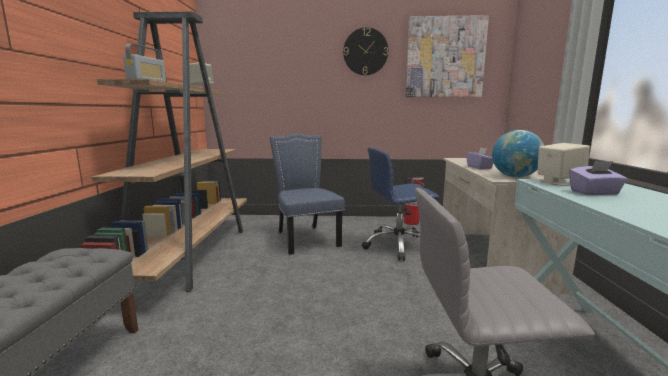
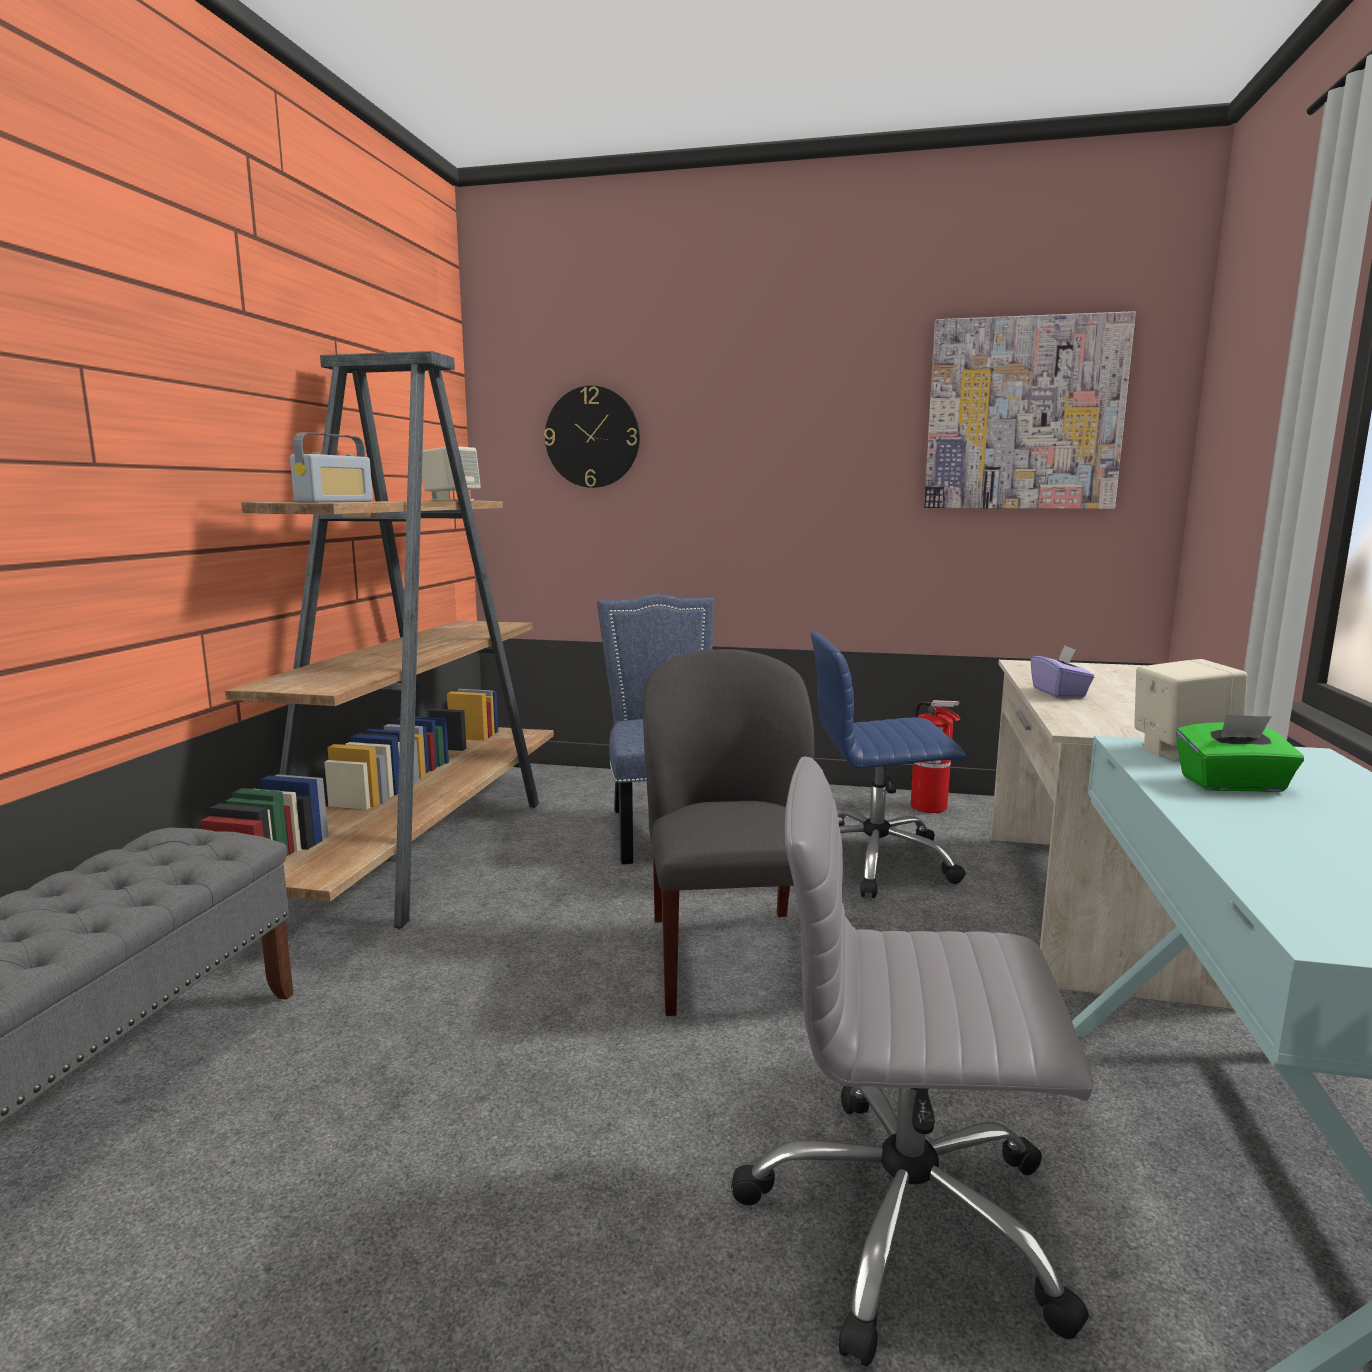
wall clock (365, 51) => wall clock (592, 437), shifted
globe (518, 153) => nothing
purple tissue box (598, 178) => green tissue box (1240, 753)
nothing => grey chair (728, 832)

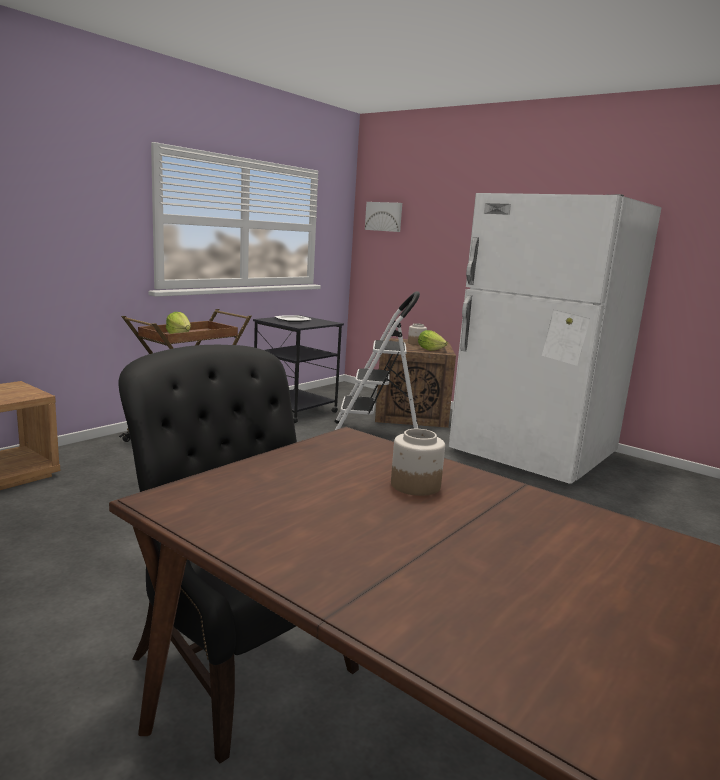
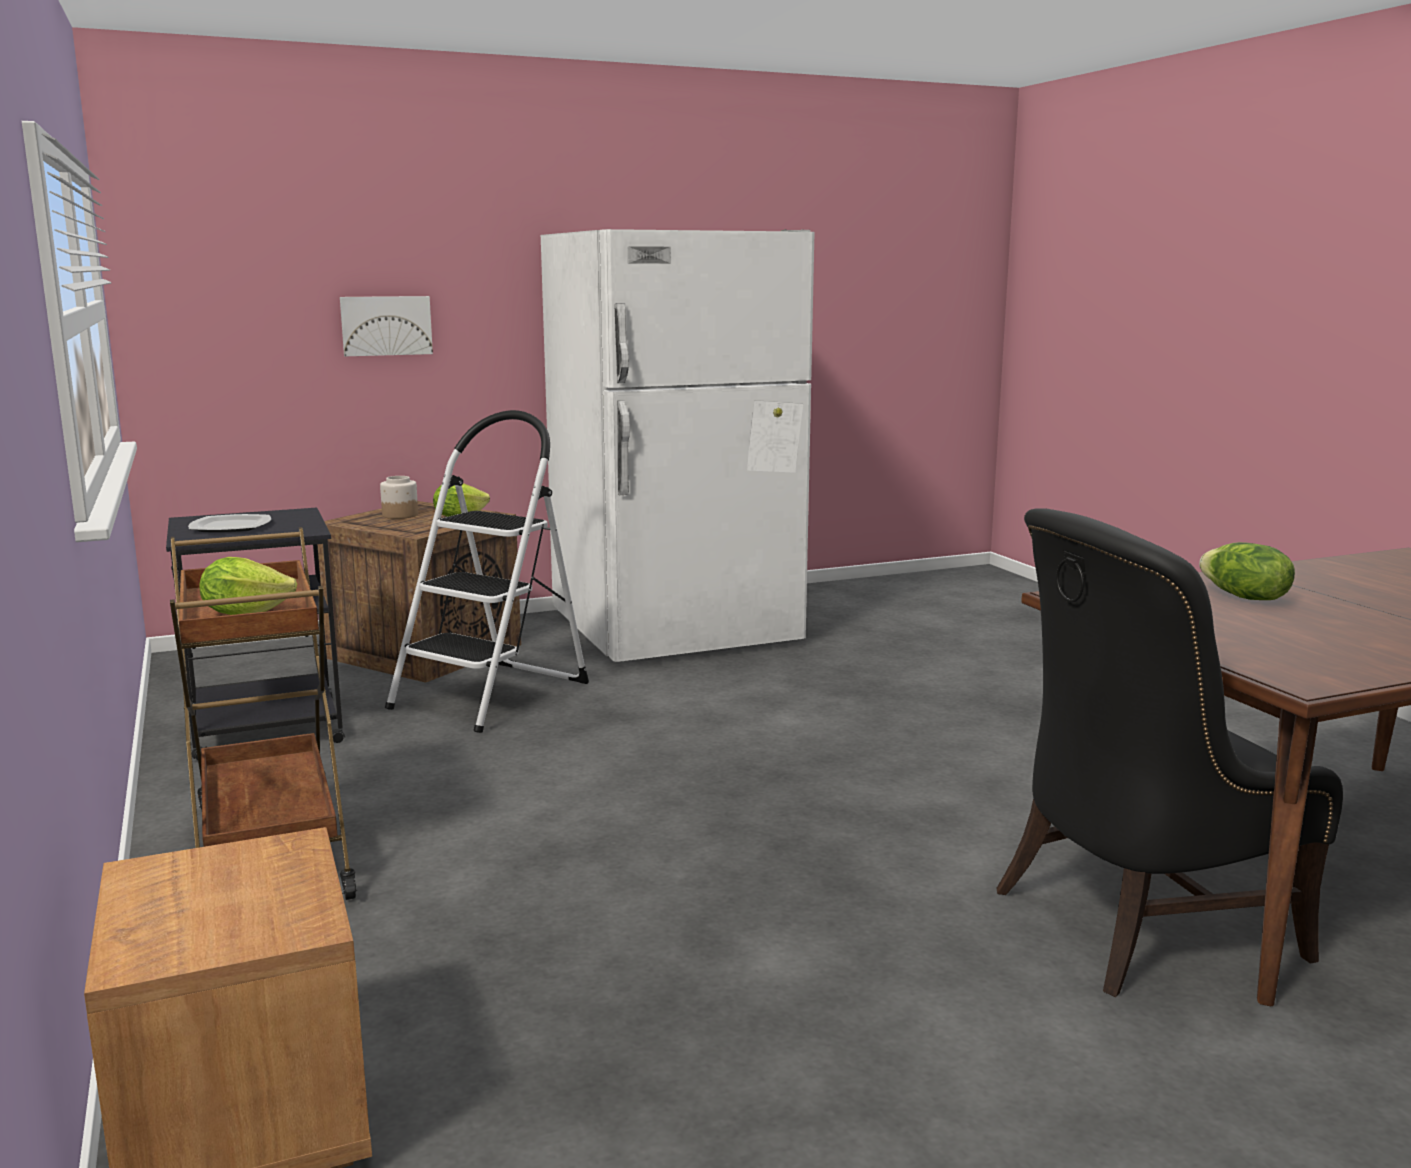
picture (383, 217) => picture (386, 326), shifted
jar (418, 462) => lettuce (1247, 571)

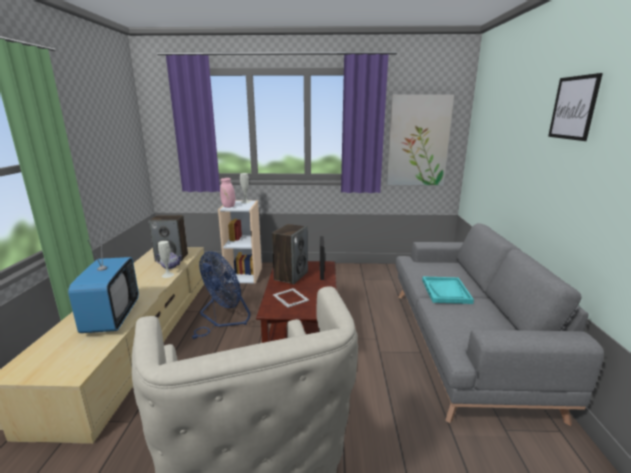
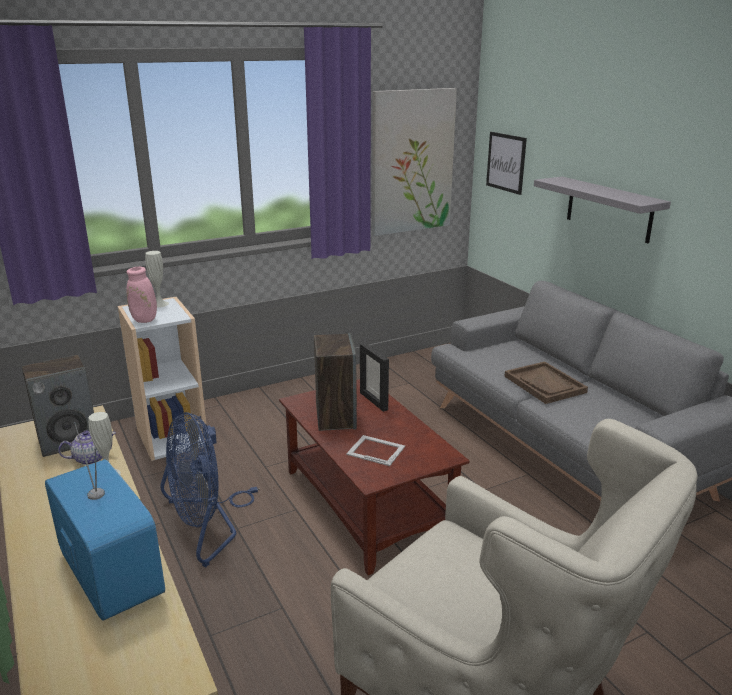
picture (575, 107) => picture (506, 163), shifted
blue fan (220, 295) => blue fan (210, 490), 135 degrees counterclockwise
turquoise tray (448, 290) => brown tray (546, 382)
nothing => grey shelf (602, 210)

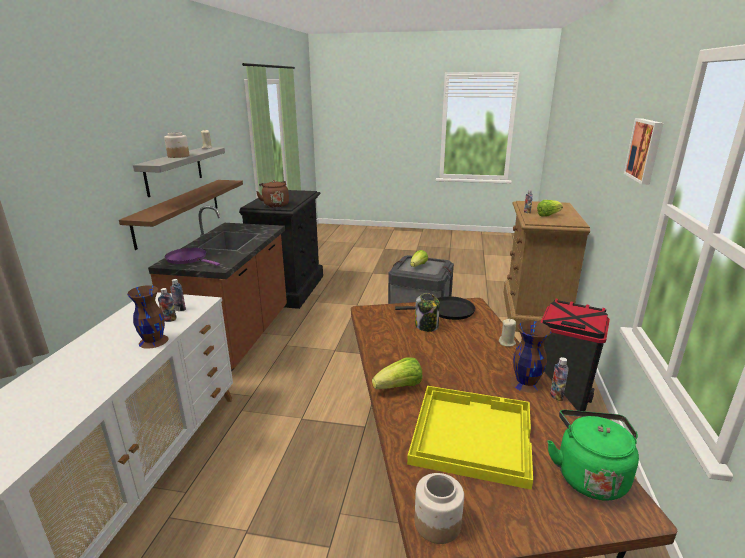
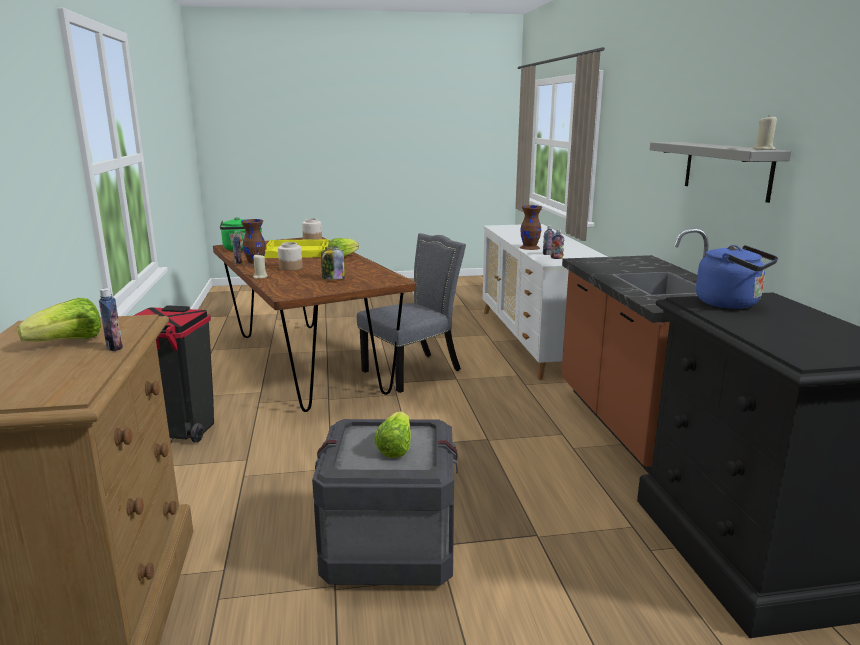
picture (644, 151) => nothing
jar (176, 145) => jar (290, 256), shifted
brown shelf (181, 215) => nothing
brown kettle (272, 194) => blue kettle (737, 277)
purple frying pan (192, 257) => nothing
black frying pan (435, 308) => nothing
nothing => grey chair (411, 313)

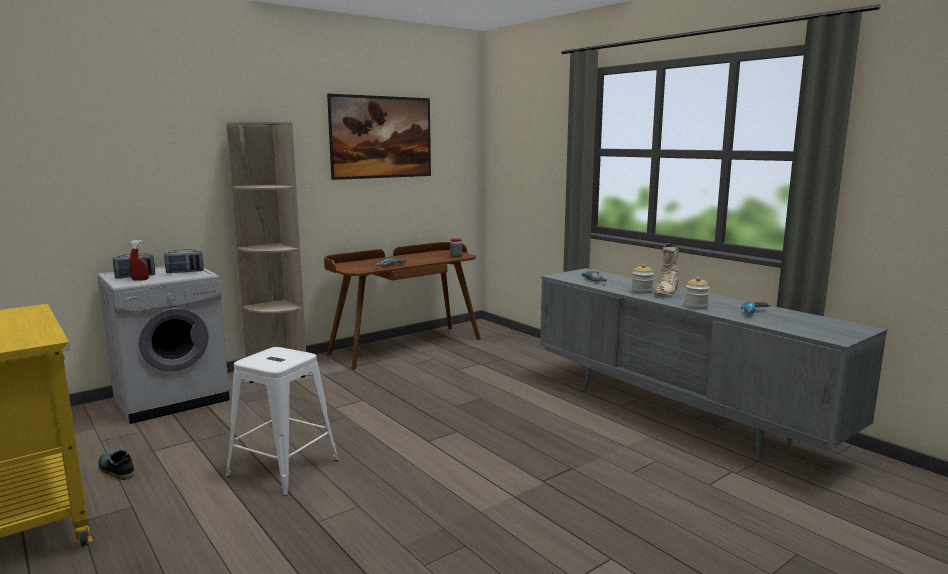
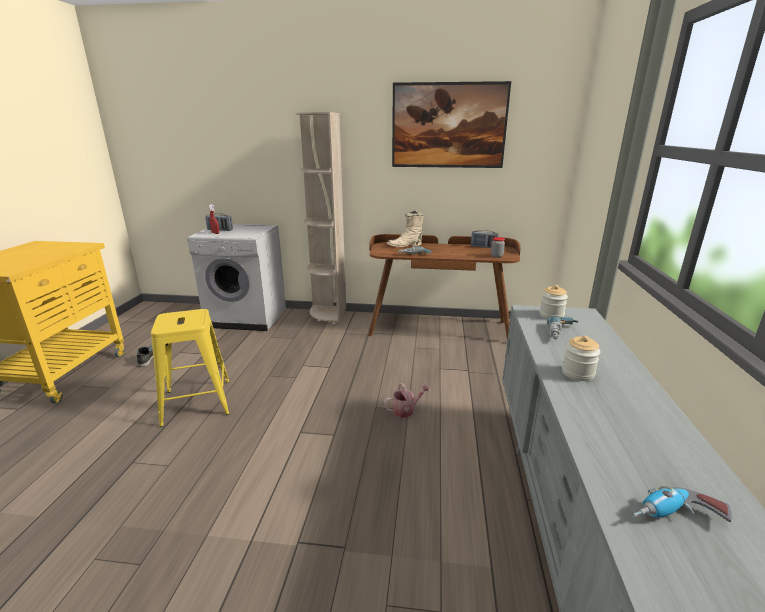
beige boot (666, 269) => beige boot (405, 228), shifted
radio (184, 261) => radio (485, 239), shifted
jar (697, 293) => jar (553, 302), shifted
white stool (282, 421) => yellow stool (190, 368)
nothing => watering can (407, 400)

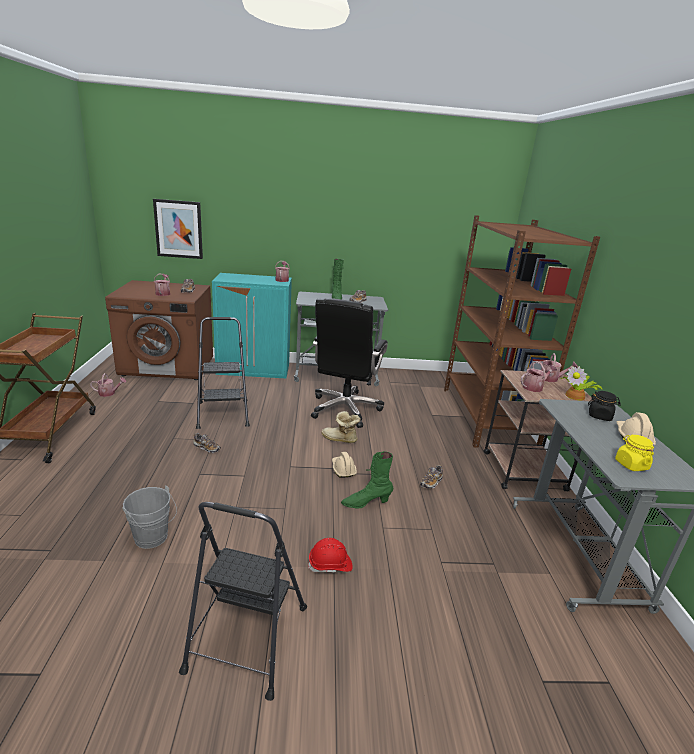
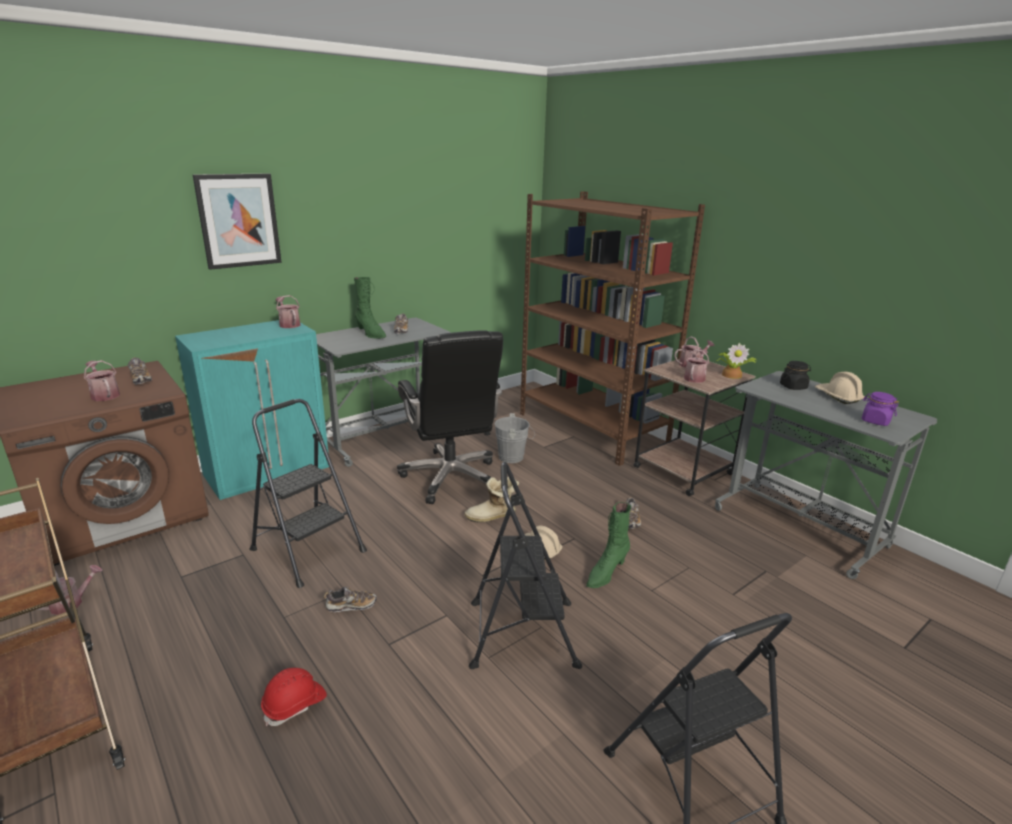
picture (178, 229) => picture (237, 222), shifted
yellow jar (634, 453) => purple jar (880, 409)
grey bucket (149, 517) => grey bucket (515, 438), shifted
red hard hat (330, 555) => red hard hat (294, 697), shifted
nothing => black step ladder (525, 565)

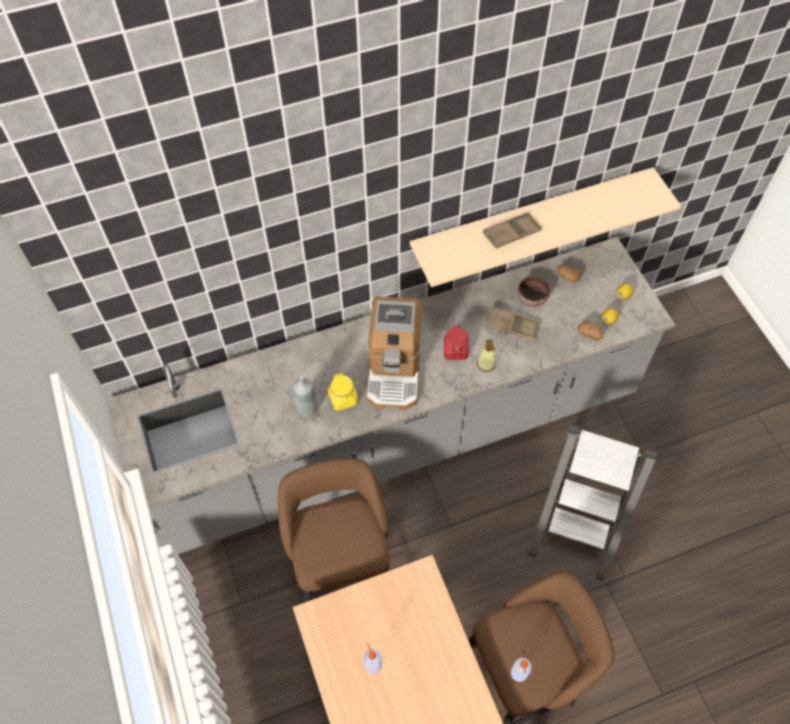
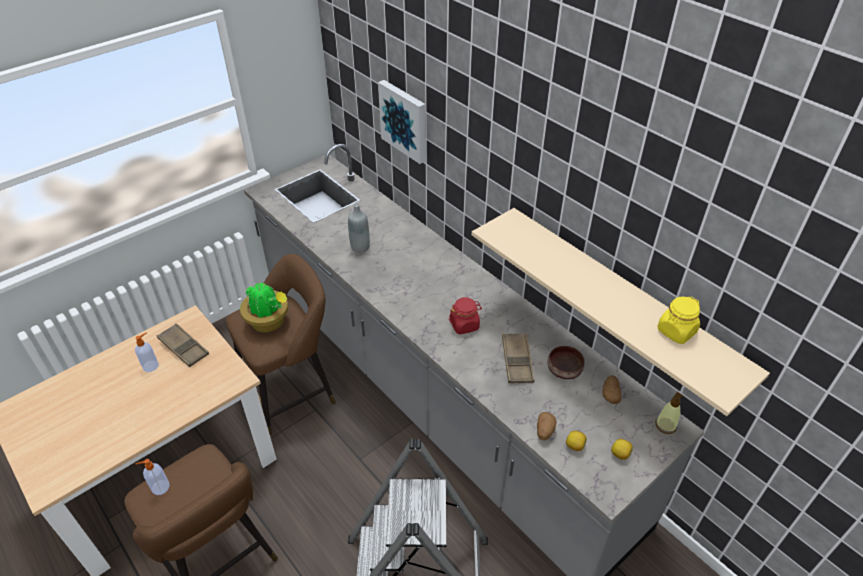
brown tray (512, 230) => brown tray (183, 345), shifted
coffee machine (395, 353) => nothing
soap dispenser (486, 355) => soap dispenser (669, 413), shifted
yellow jar (343, 392) => yellow jar (679, 320), shifted
nothing => picture (402, 122)
nothing => potted plant (264, 307)

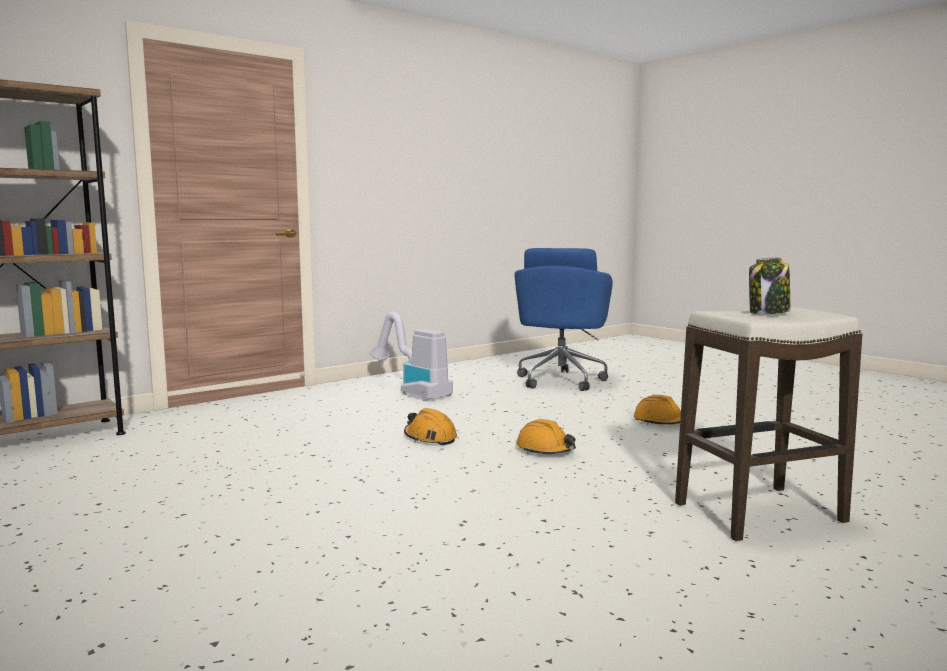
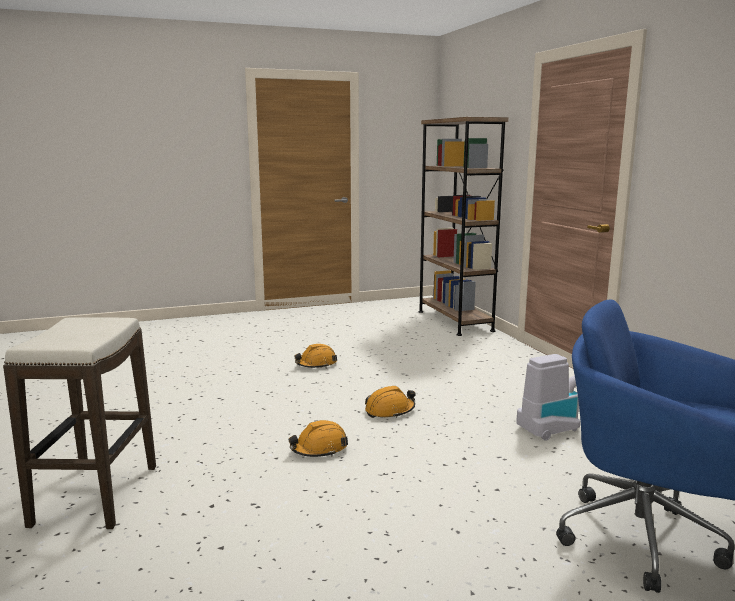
jar (769, 286) => nothing
orange hard hat (657, 410) => orange hard hat (315, 356), shifted

